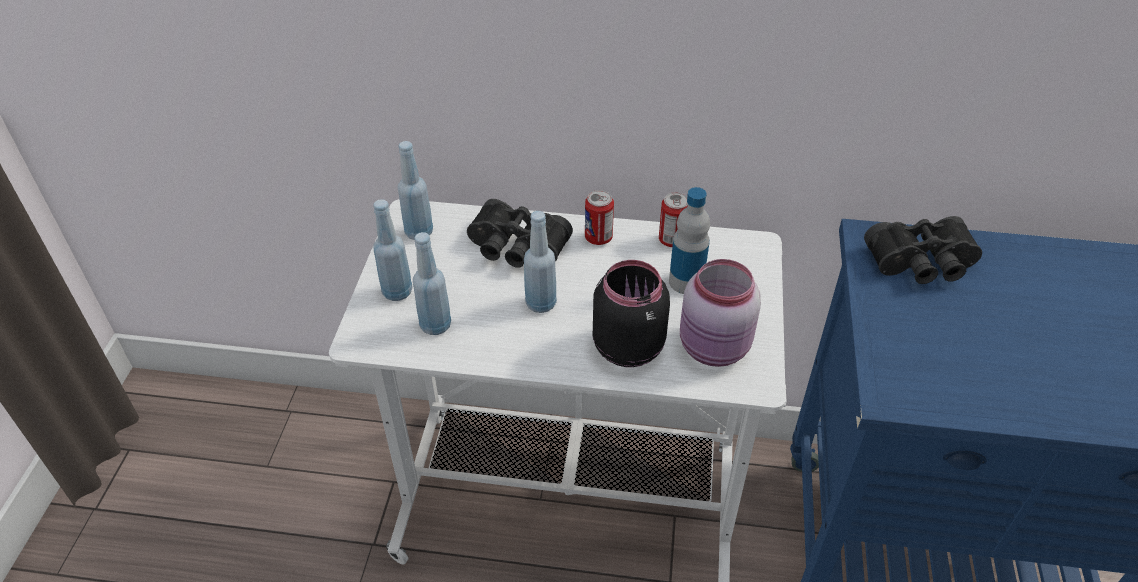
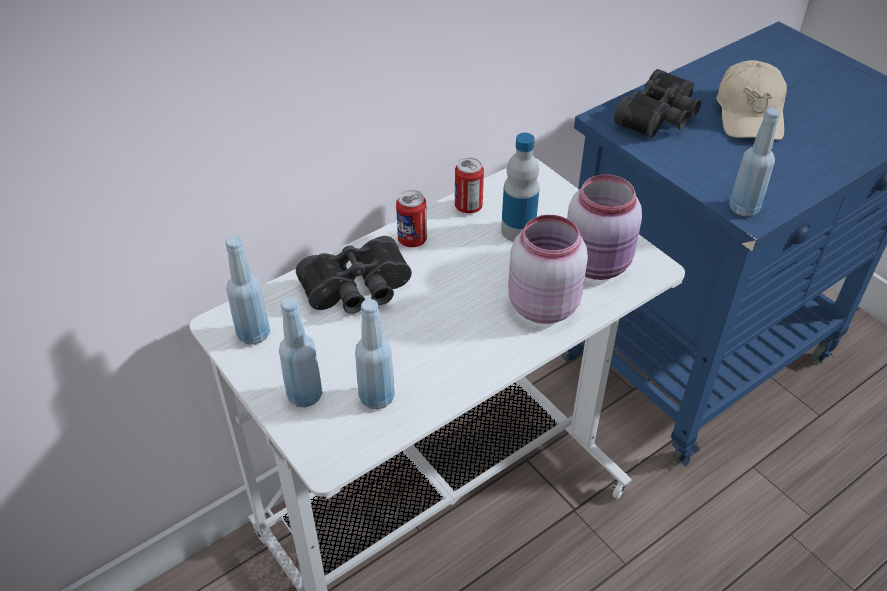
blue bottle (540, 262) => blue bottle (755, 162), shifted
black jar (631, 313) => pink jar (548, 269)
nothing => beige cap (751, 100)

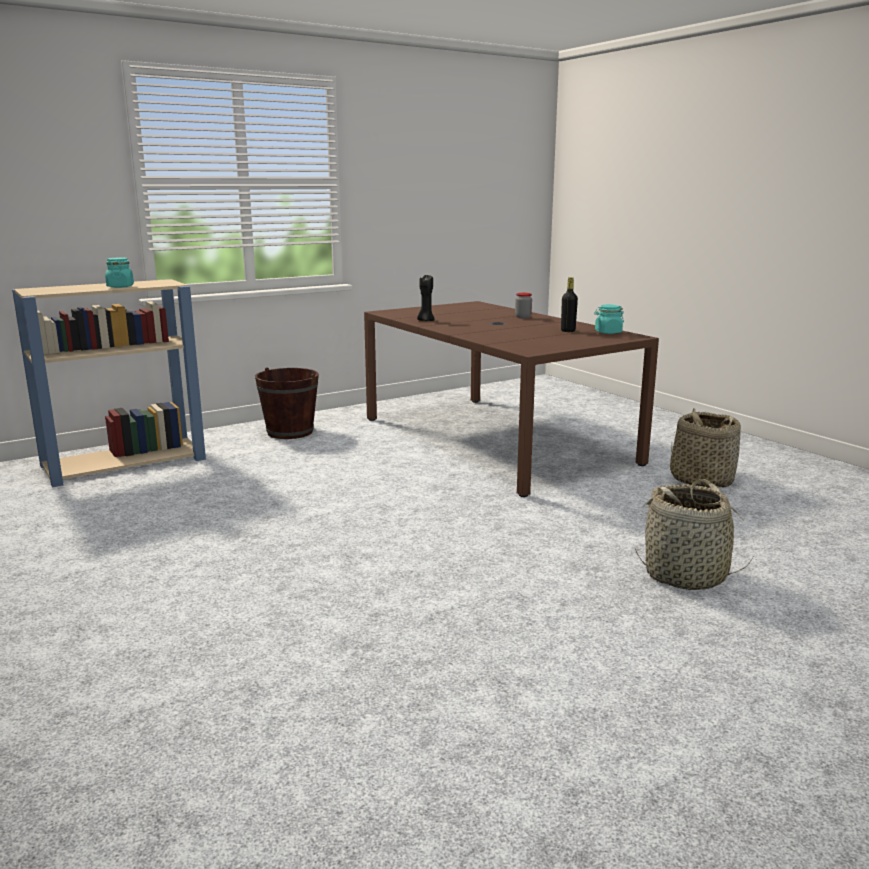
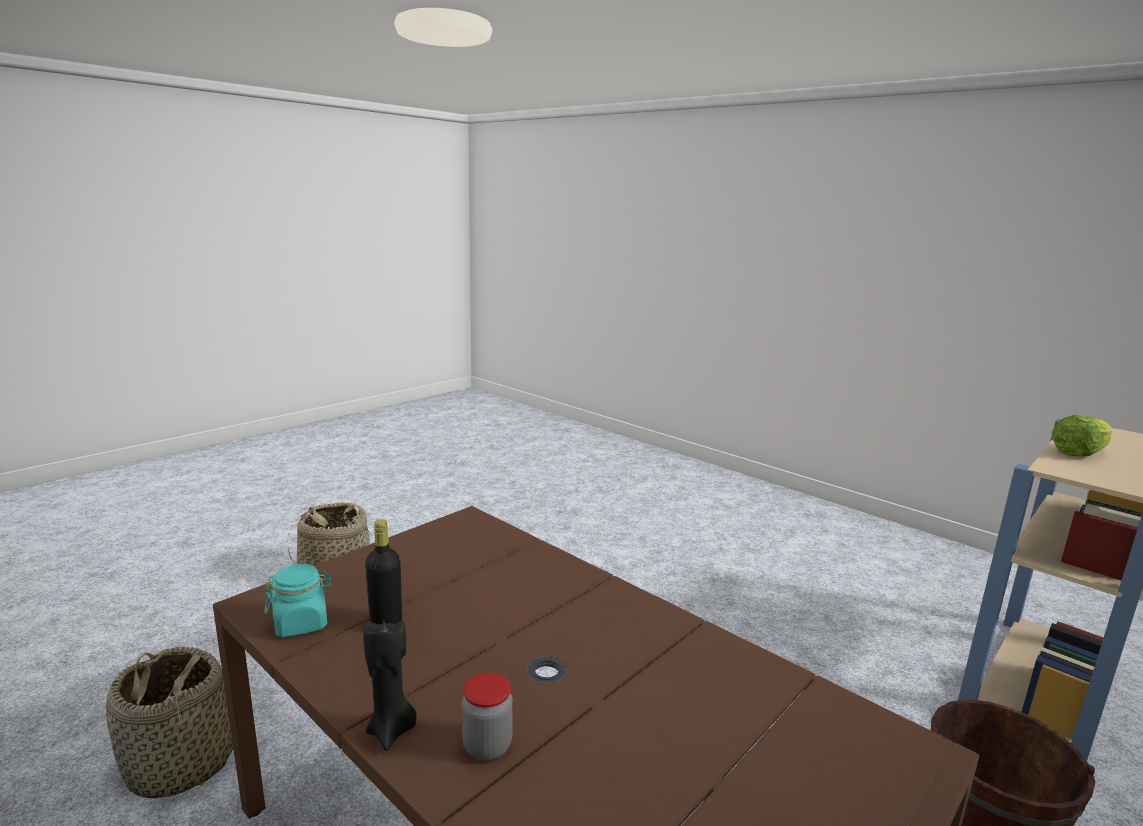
turquoise jar (119, 273) => lettuce (1082, 436)
black candle (426, 298) => black candle (390, 686), shifted

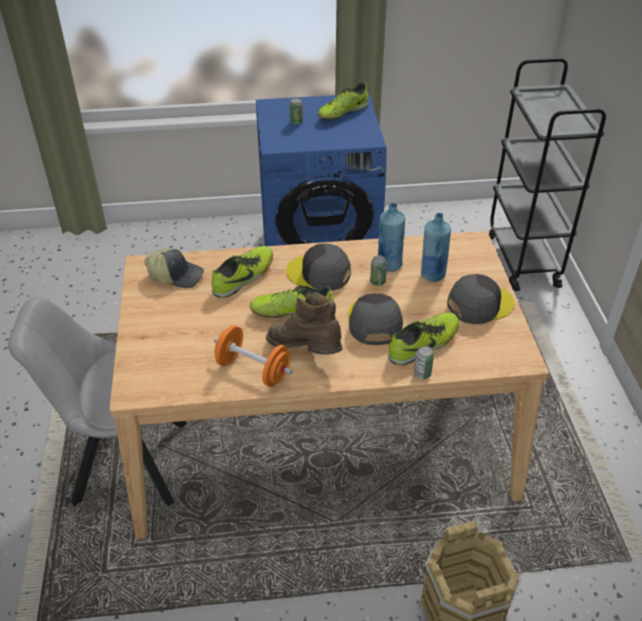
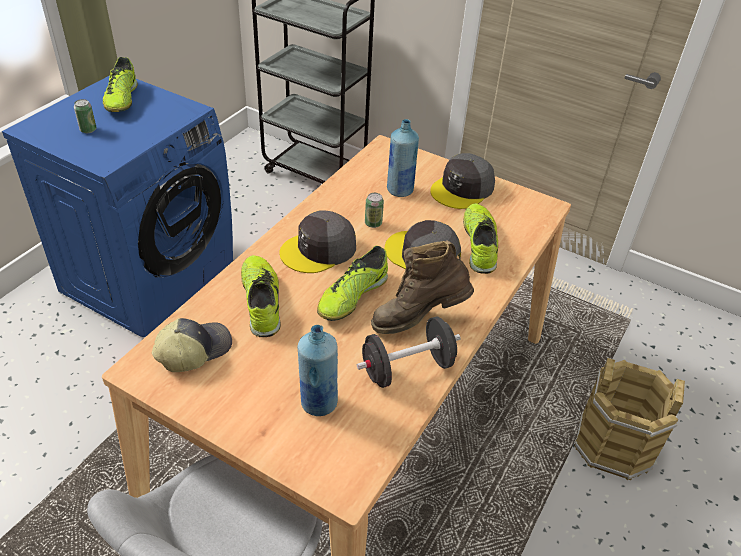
blue bottle (391, 237) => blue bottle (318, 370), shifted
grey cap (480, 299) => grey cap (462, 181), 150 degrees counterclockwise
orange dumbbell (253, 356) => black dumbbell (409, 352)
can (424, 362) => nothing

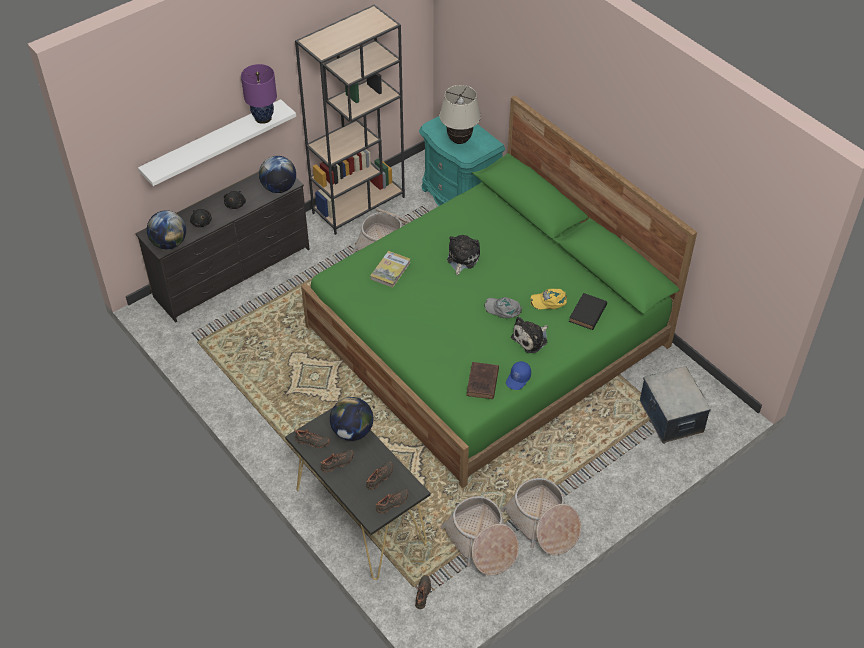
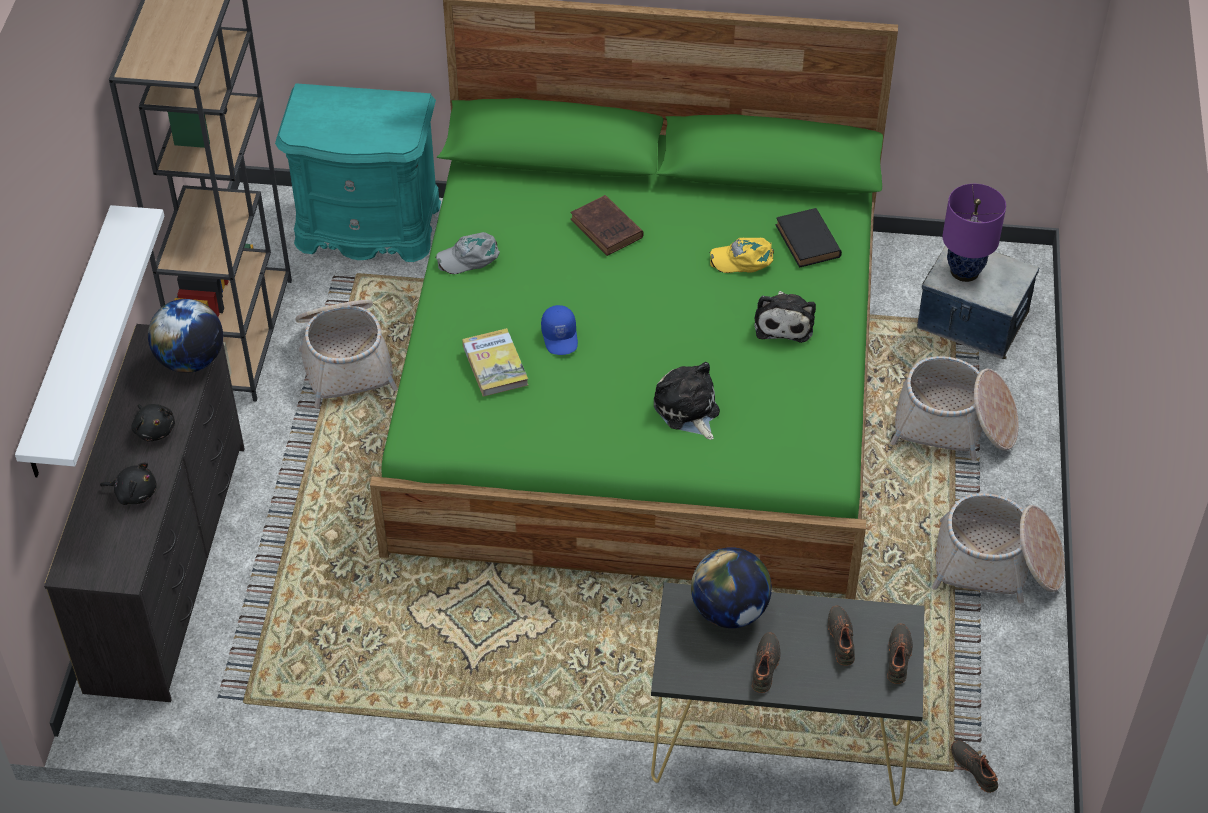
purple table lamp (259, 94) => purple table lamp (974, 233), shifted
beige table lamp (460, 114) => nothing
globe (166, 229) => nothing
plush toy (463, 255) => plush toy (687, 401), shifted
yellow cap (548, 299) => yellow cap (742, 255), 45 degrees clockwise
grey cap (503, 307) => grey cap (468, 253), shifted
blue cap (518, 375) => blue cap (559, 330), shifted
brown book (482, 380) => brown book (607, 225), shifted
black shoe (312, 438) => nothing
basket (479, 536) => basket (954, 408), shifted

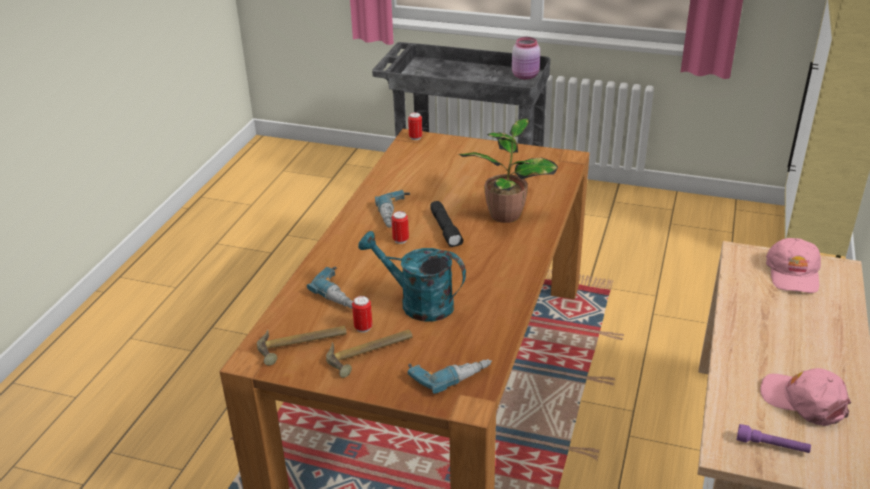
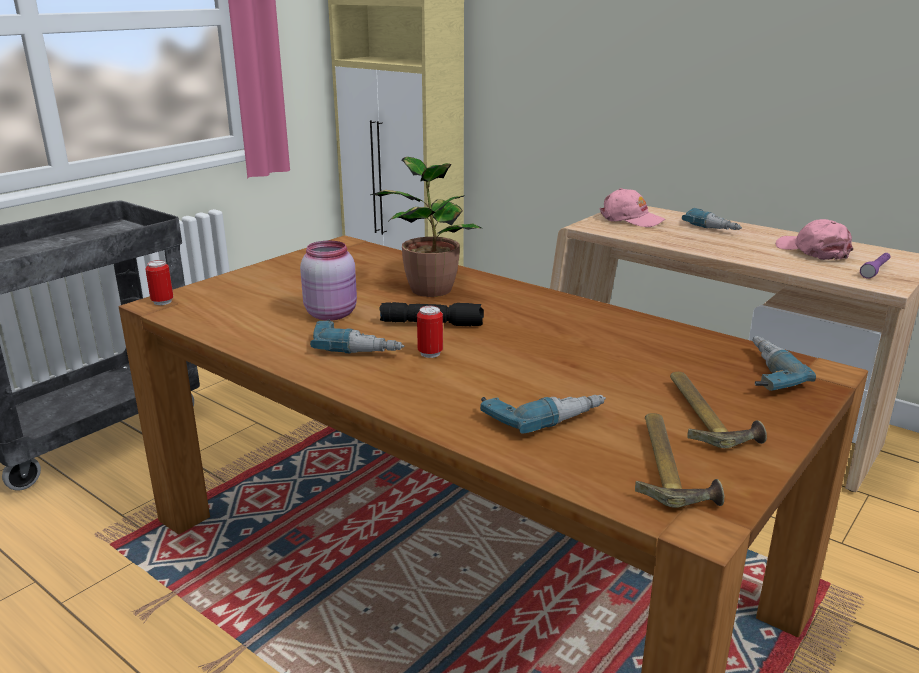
pink jar (526, 58) => pink jar (328, 281), shifted
turquoise watering can (412, 276) => nothing
can (362, 314) => nothing
pink cap (805, 397) => pink cap (814, 239), 90 degrees clockwise
nothing => power drill (712, 219)

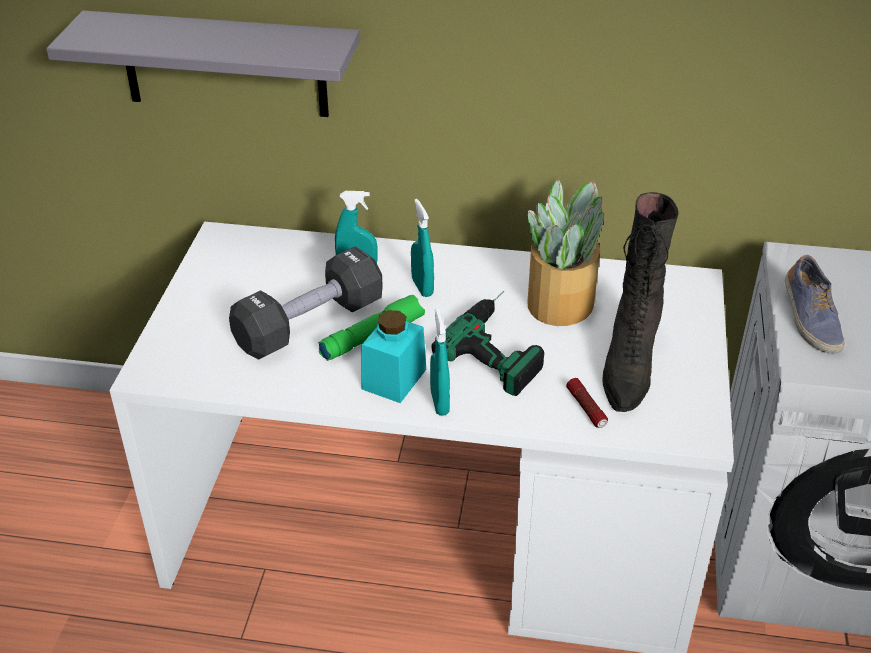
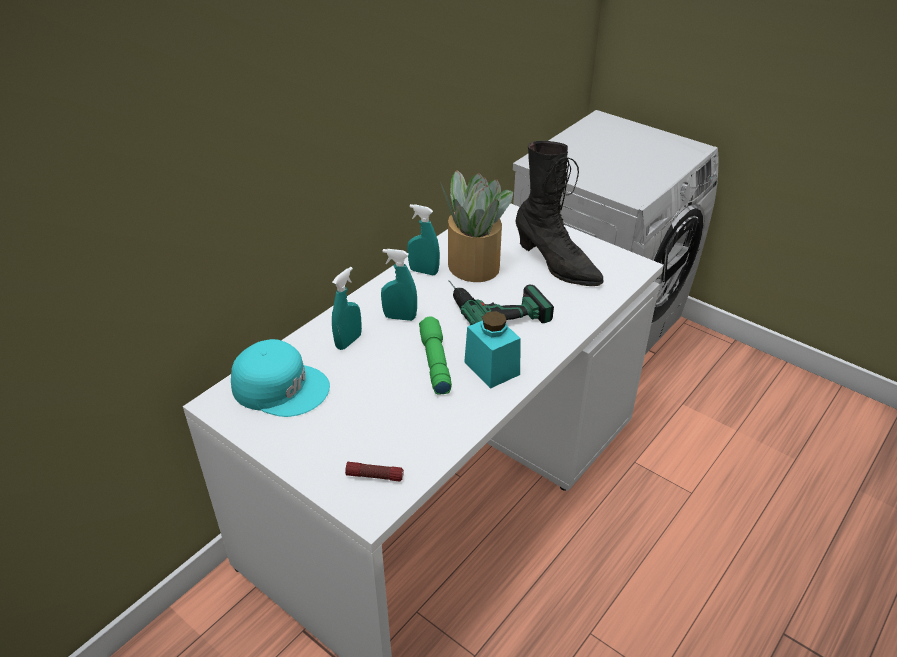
grey shelf (203, 64) => nothing
black dumbbell (306, 303) => nothing
shoe (815, 304) => nothing
turquoise spray bottle (440, 362) => turquoise spray bottle (423, 239), shifted
flashlight (587, 403) => flashlight (374, 471), shifted
nothing => turquoise cap (280, 378)

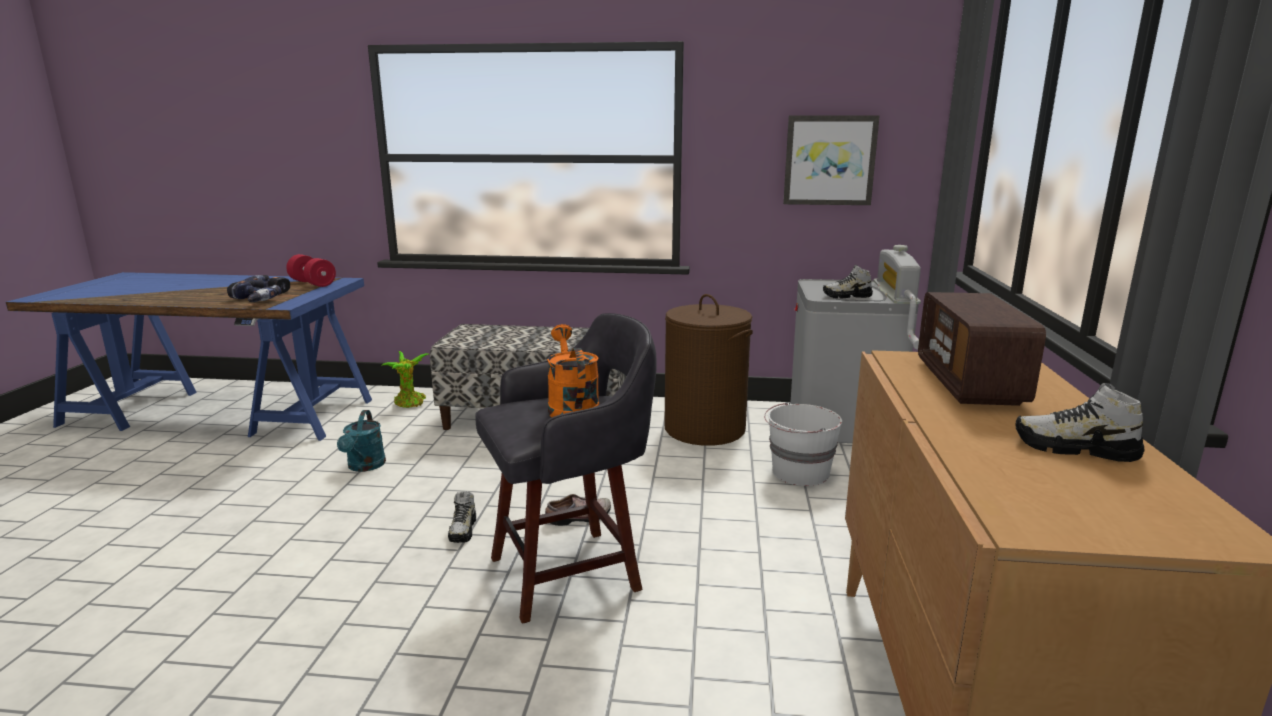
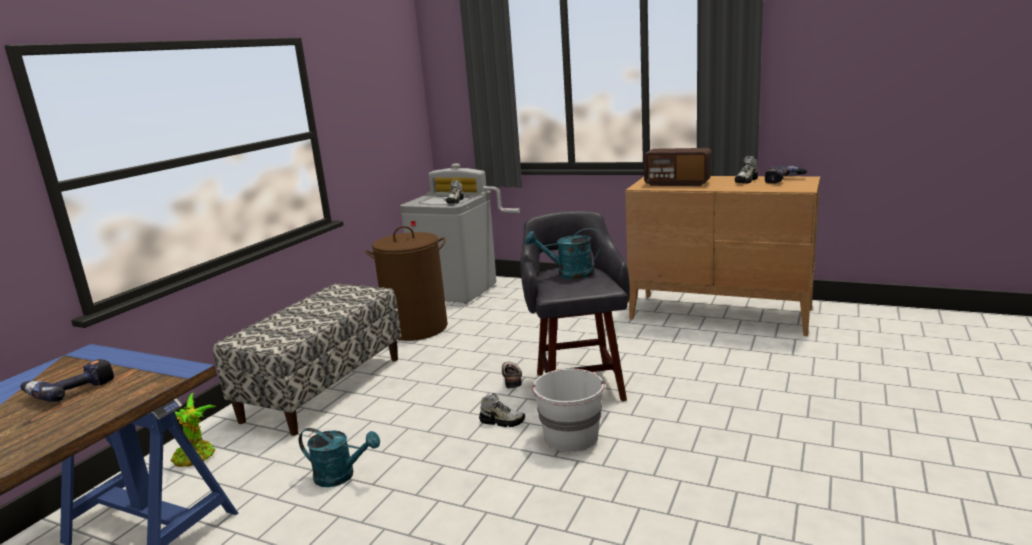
picture (831, 160) => nothing
red dumbbell (311, 270) => nothing
power drill (254, 291) => power drill (786, 175), shifted
orange watering can (573, 370) => turquoise watering can (563, 253)
white bucket (803, 444) => white bucket (568, 410), shifted

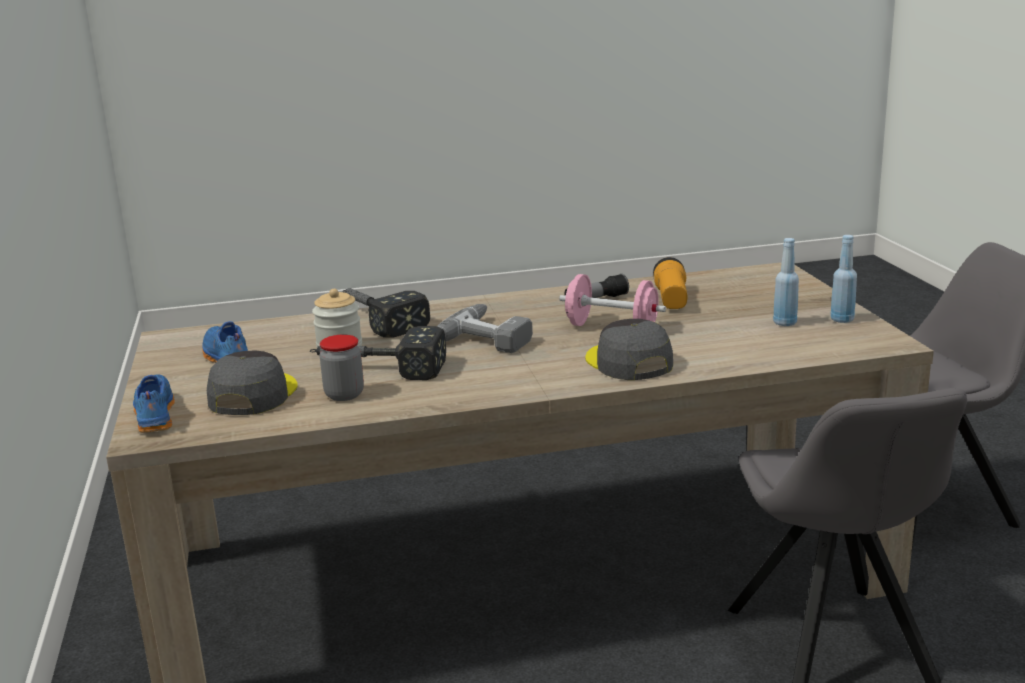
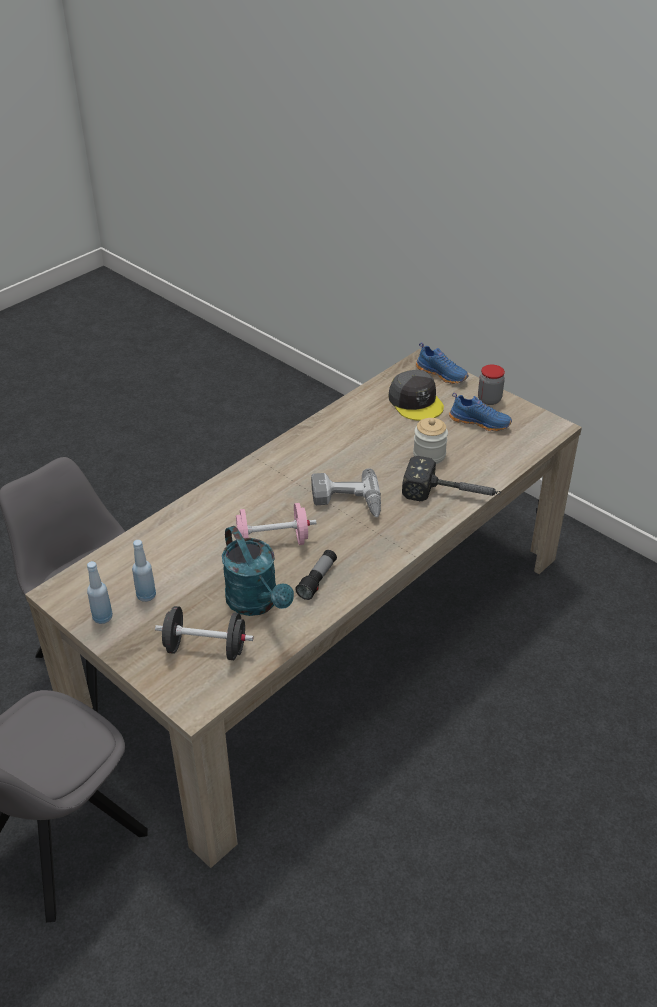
flashlight (670, 283) => turquoise watering can (258, 571)
grey cap (629, 349) => nothing
hammer (378, 353) => nothing
jar (342, 368) => jar (491, 385), shifted
nothing => black dumbbell (204, 633)

